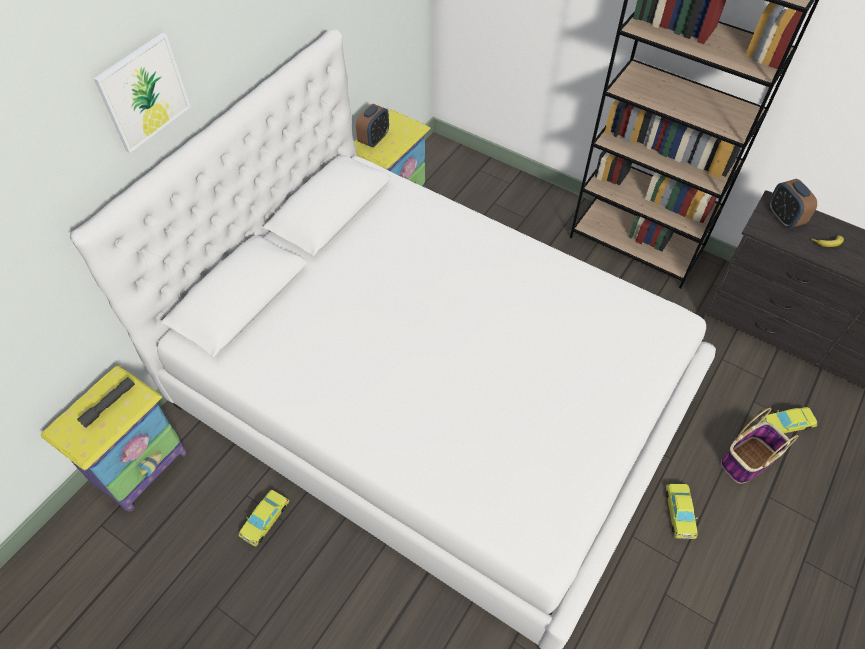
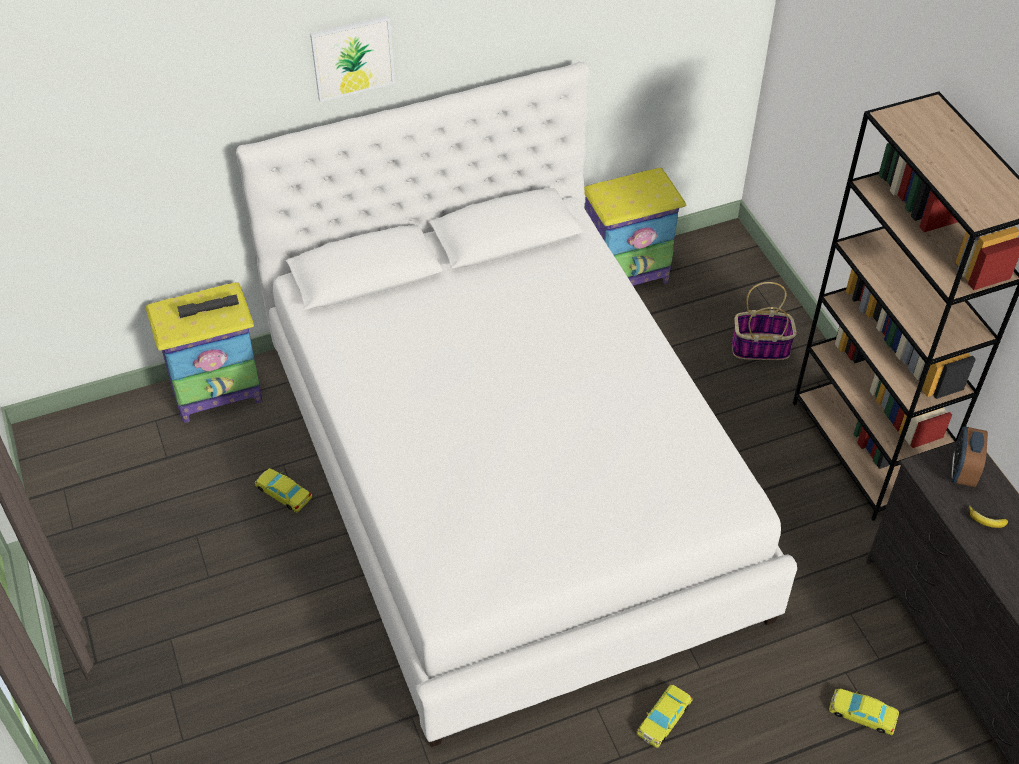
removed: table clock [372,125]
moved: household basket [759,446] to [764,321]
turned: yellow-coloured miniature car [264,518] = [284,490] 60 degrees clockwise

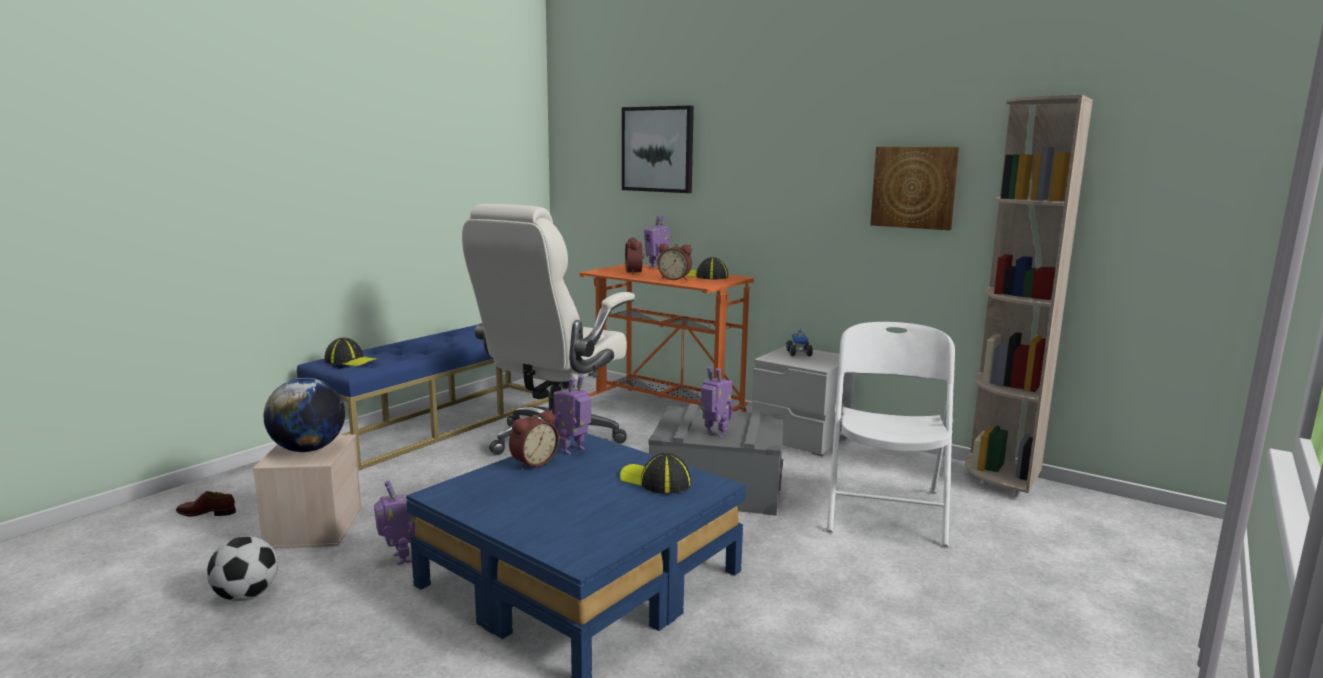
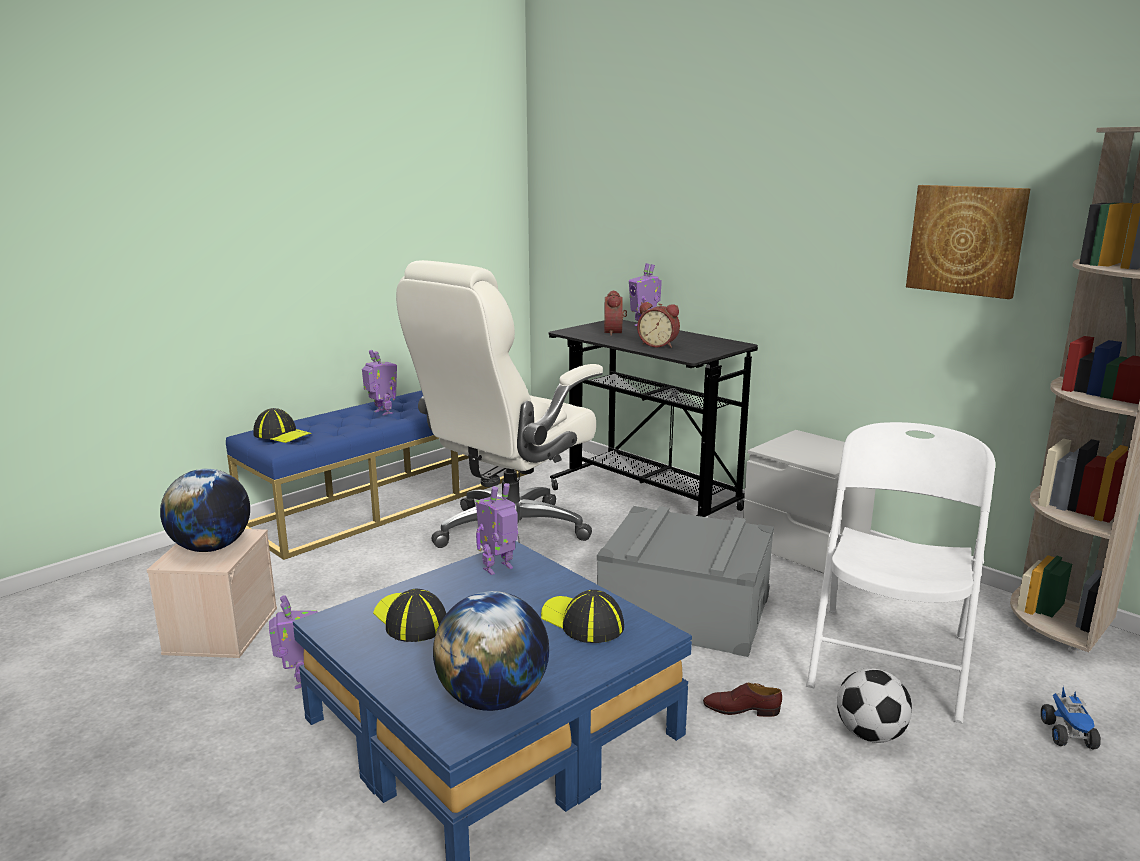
removed: table clock [534,439]; wall art [658,149]
added: globe [491,651]
moved: model robot [717,402] to [379,383]; cap [707,268] to [409,615]; brownish low shoe [206,504] to [742,700]; ball for football [242,568] to [874,705]; model truck [799,342] to [1071,718]
recoloured: orange-coloured desk table [666,338] to blackish desk table [653,418]

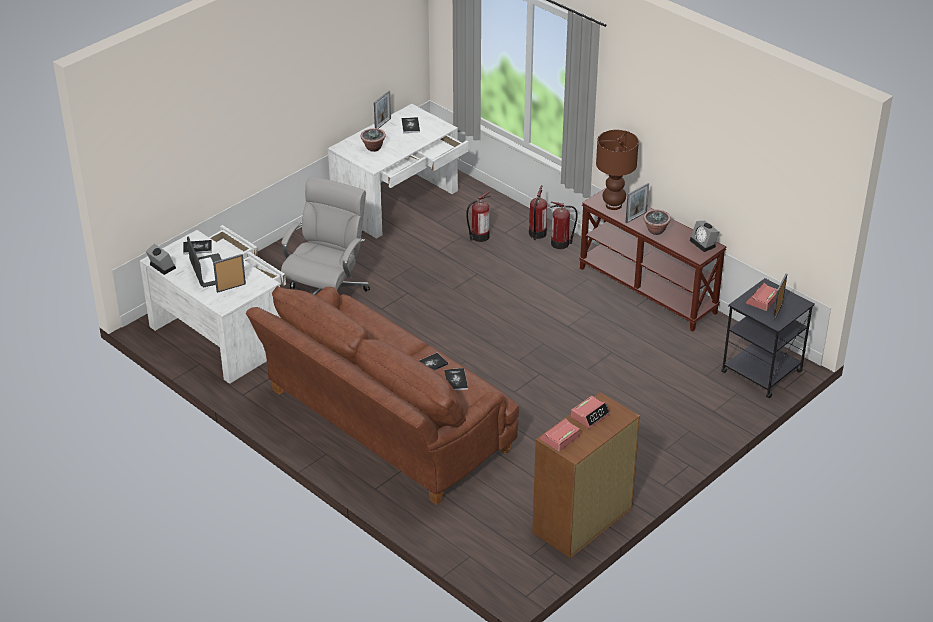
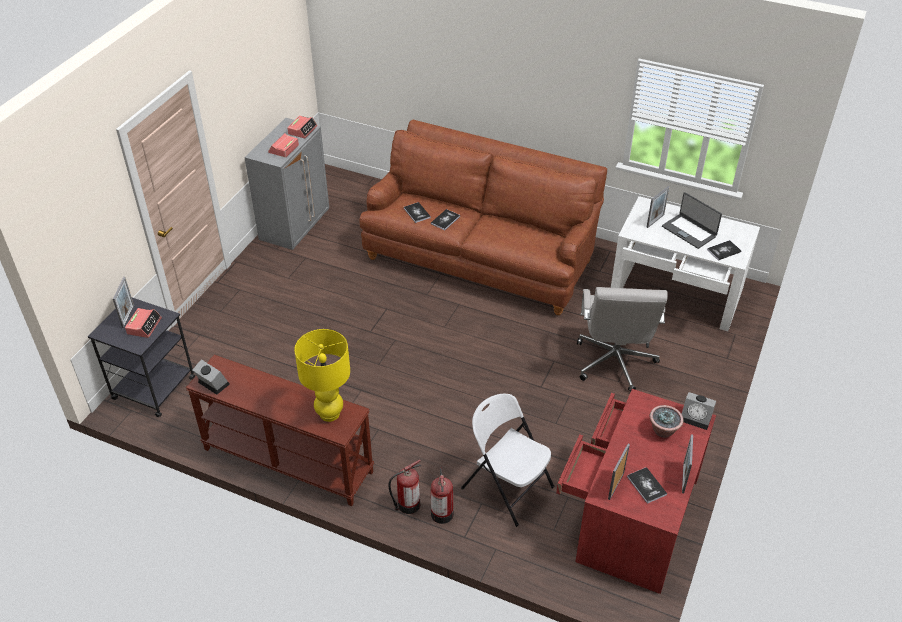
removed: potted plant [657,222]
moved: photo frame [637,203] to [619,472]; table clock [161,259] to [699,411]
replaced: extinguisher [478,216] to white upright chair [507,460]
recoloured: brownish storage cabinet [586,475] to gray storage cabinet [286,184]; brownish table lamp [617,170] to yellow-coloured table lamp [322,375]; white desk table [398,171] to red-coloured desk table [636,491]

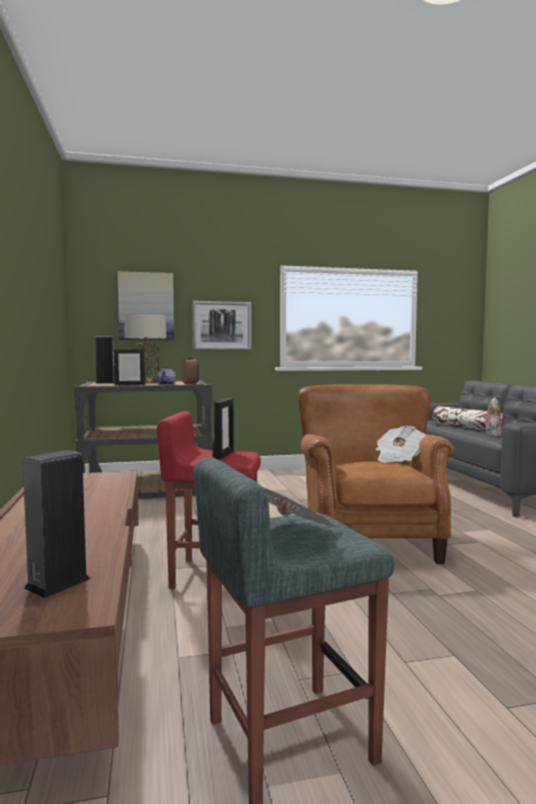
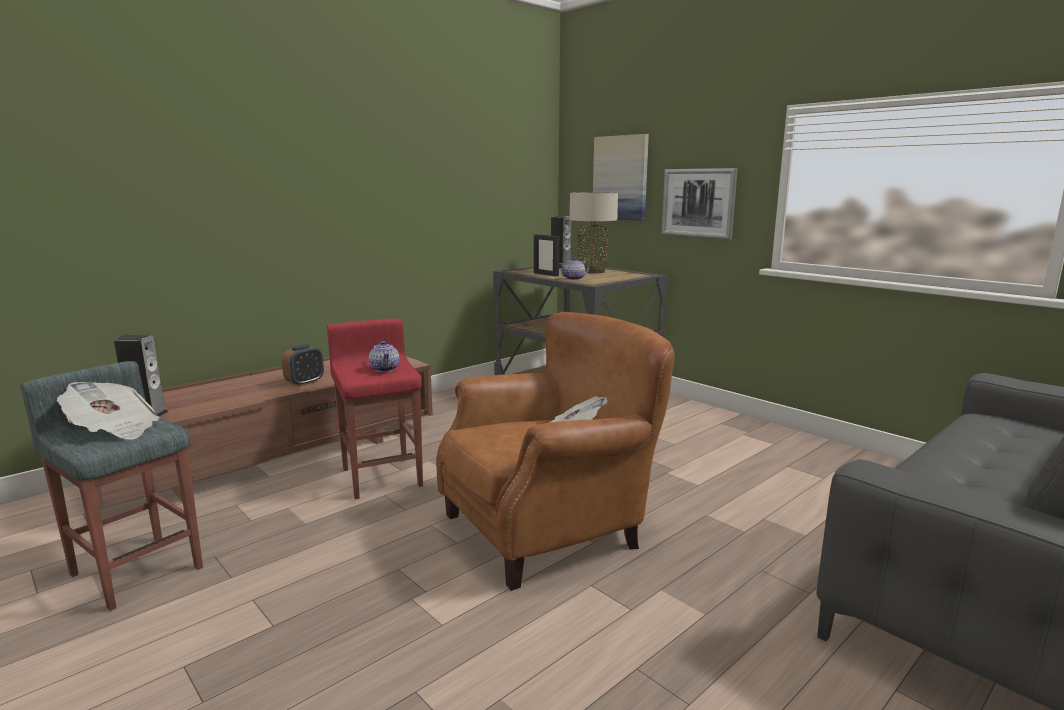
removed: throw pillow [469,418]; cuddly toy [493,416]
moved: table clock [190,371] to [303,365]
replaced: photo frame [223,429] to pot for tea [384,356]

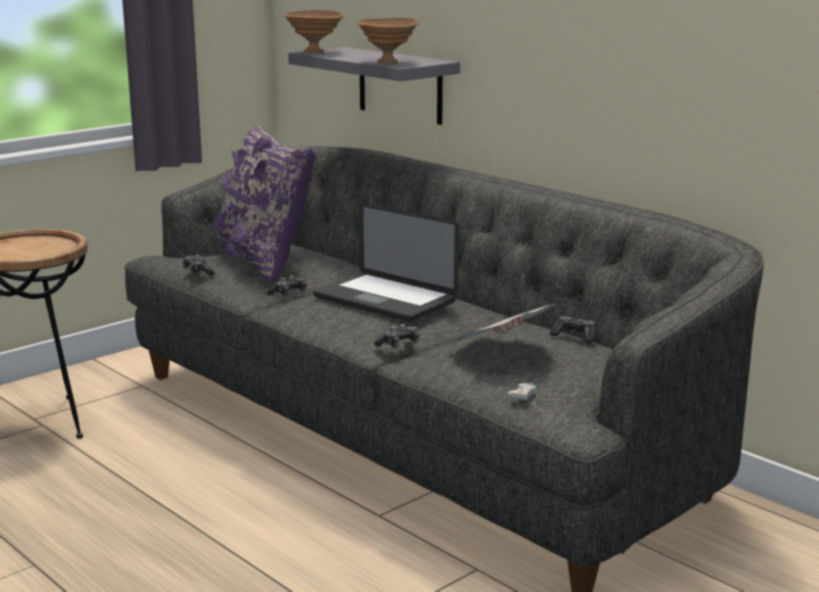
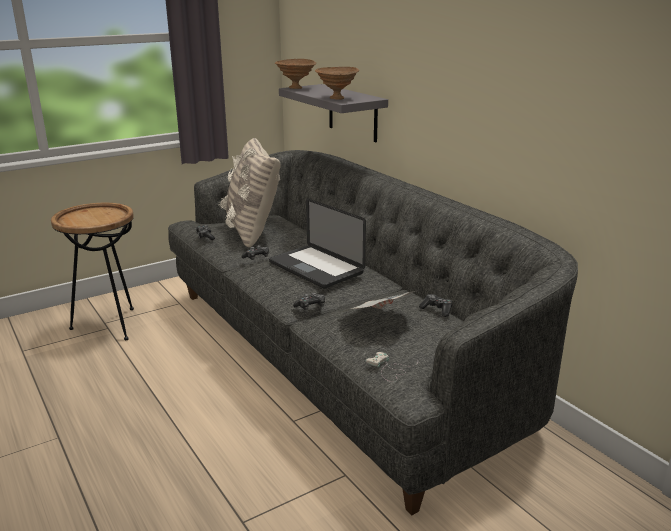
recoloured: purple throw pillow [263,203] to beige-coloured throw pillow [250,192]

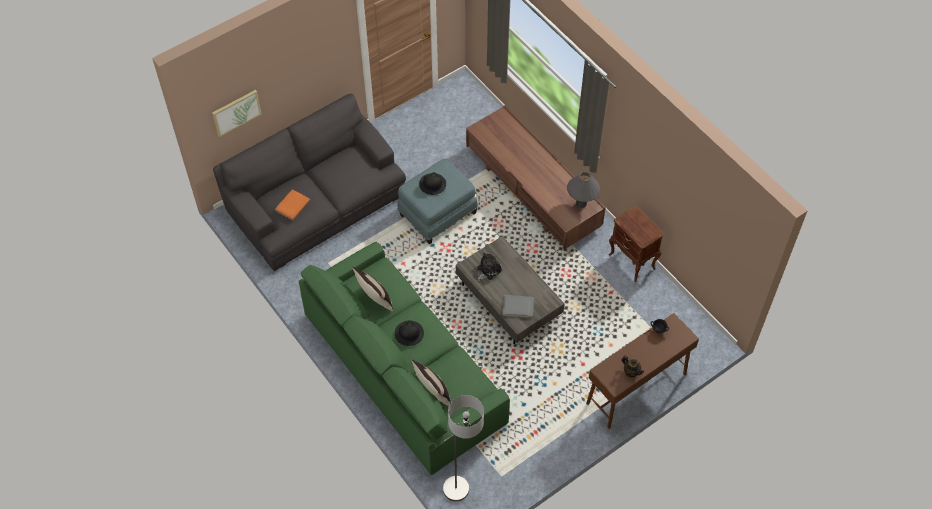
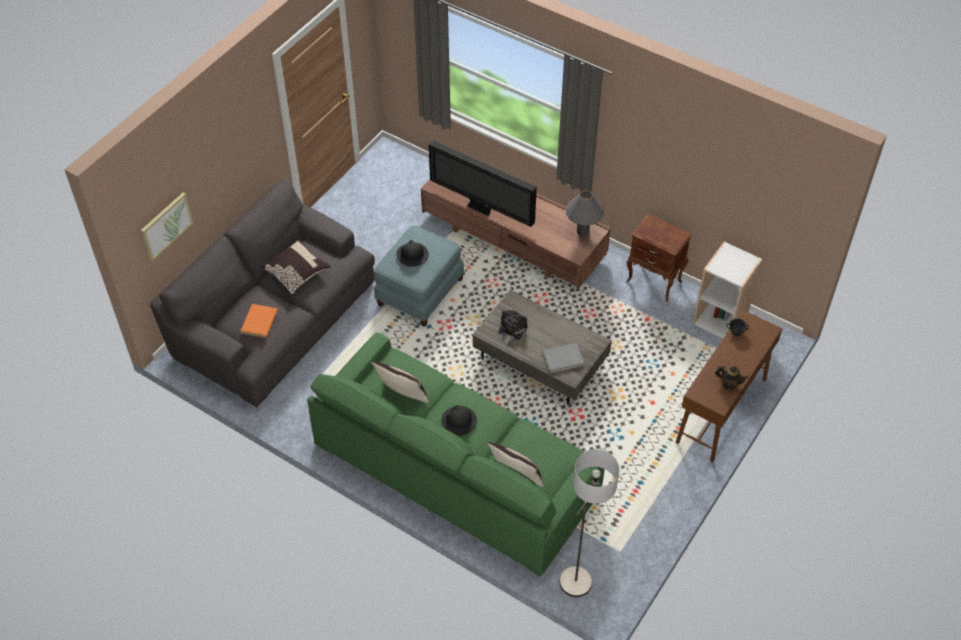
added: throw pillow [296,266]; TV [483,183]; bookshelf [727,290]

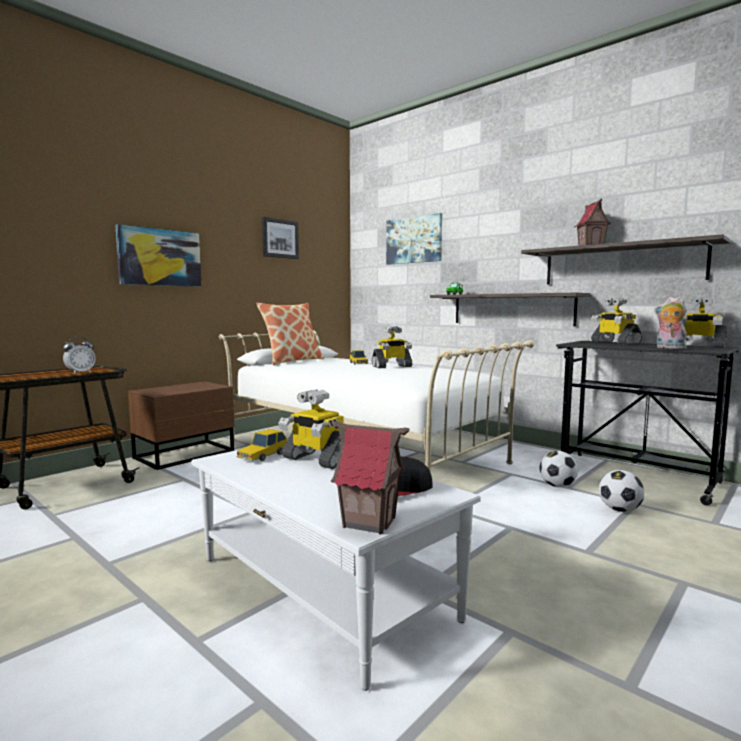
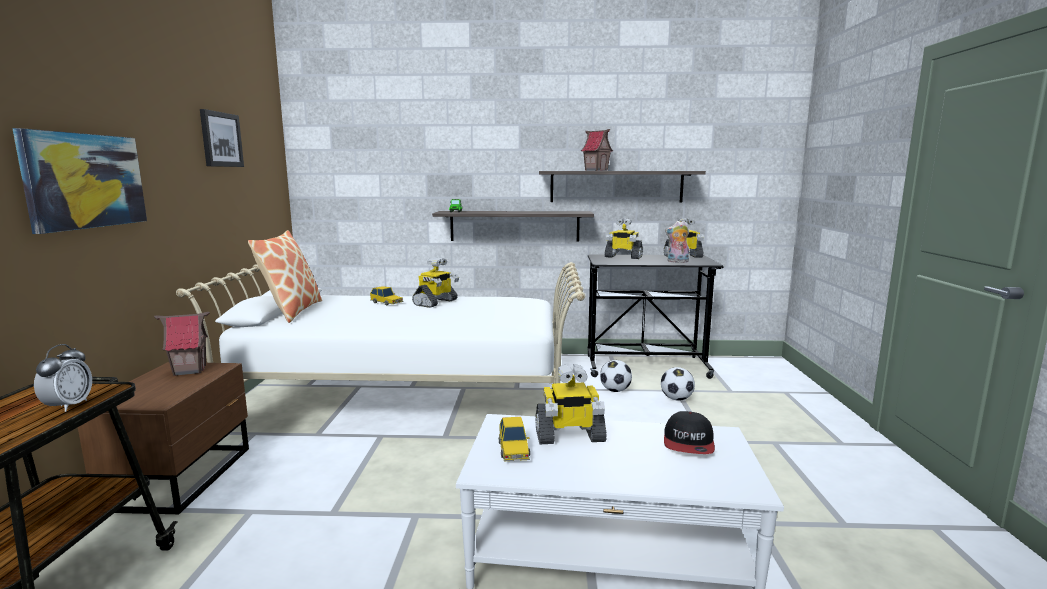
removed: wall art [414,239]
moved: toy house [370,477] to [182,344]

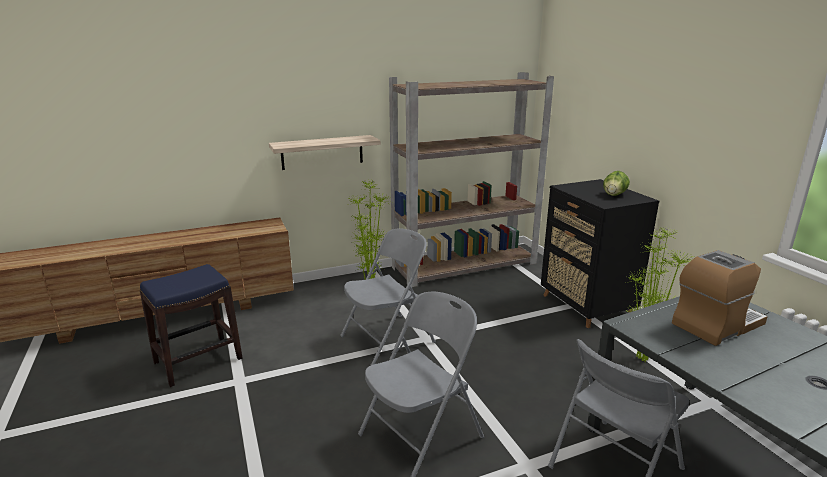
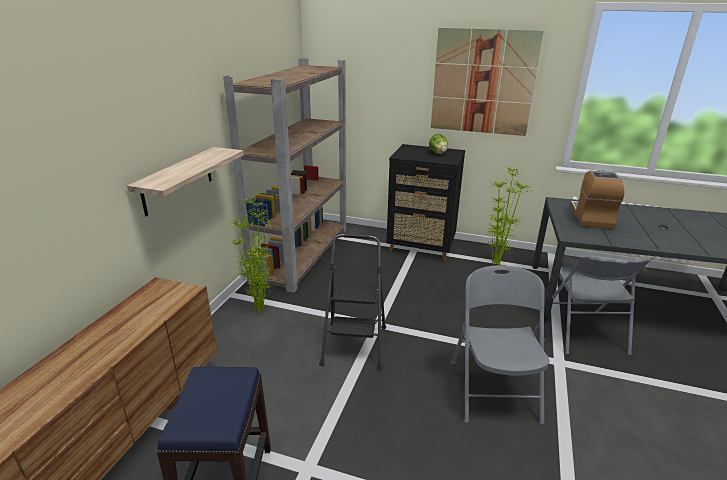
added: wall art [487,82]
replaced: gray upright chair [388,296] to blackish step stool [352,302]

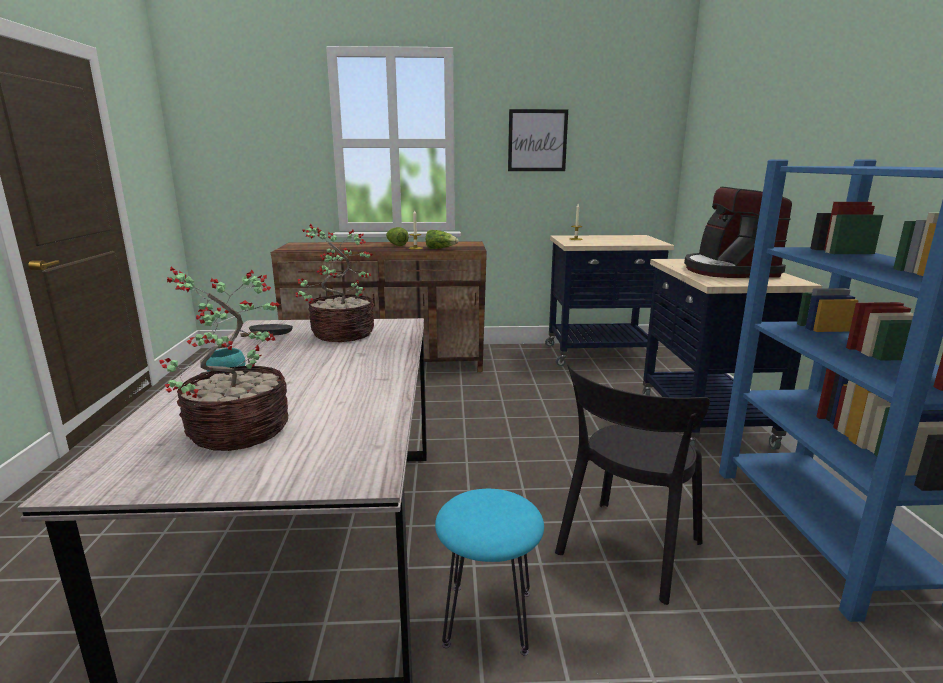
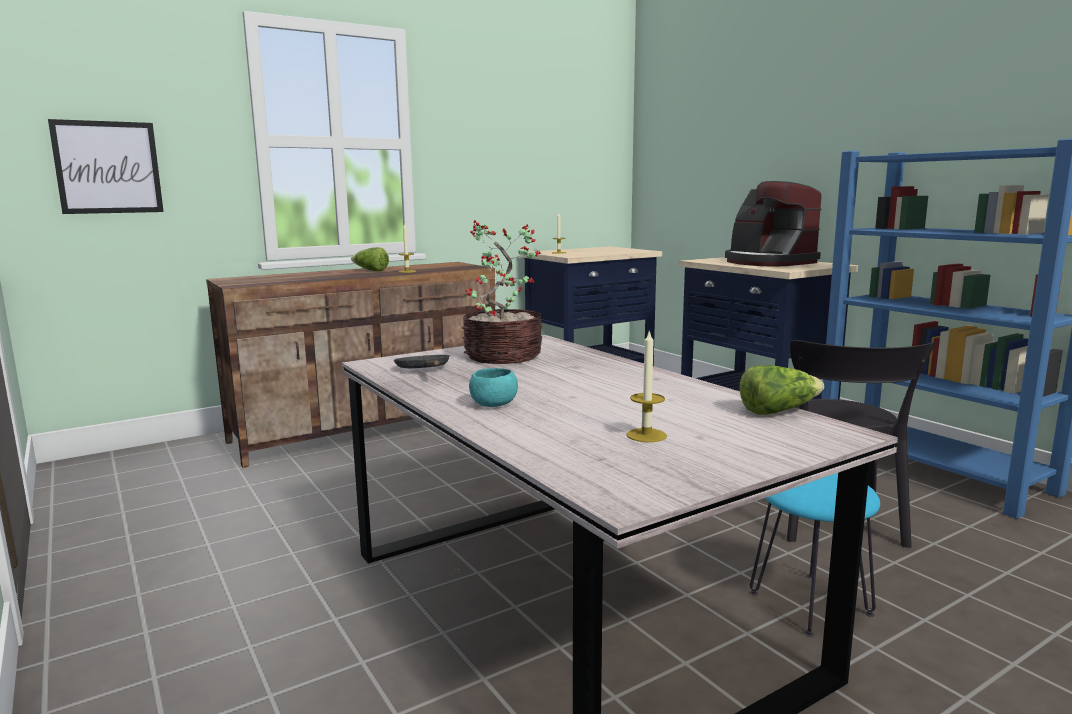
moved: wall art [538,140] to [106,166]; head of lettuce [442,239] to [782,390]
replaced: potted plant [223,358] to wax candle [646,386]

